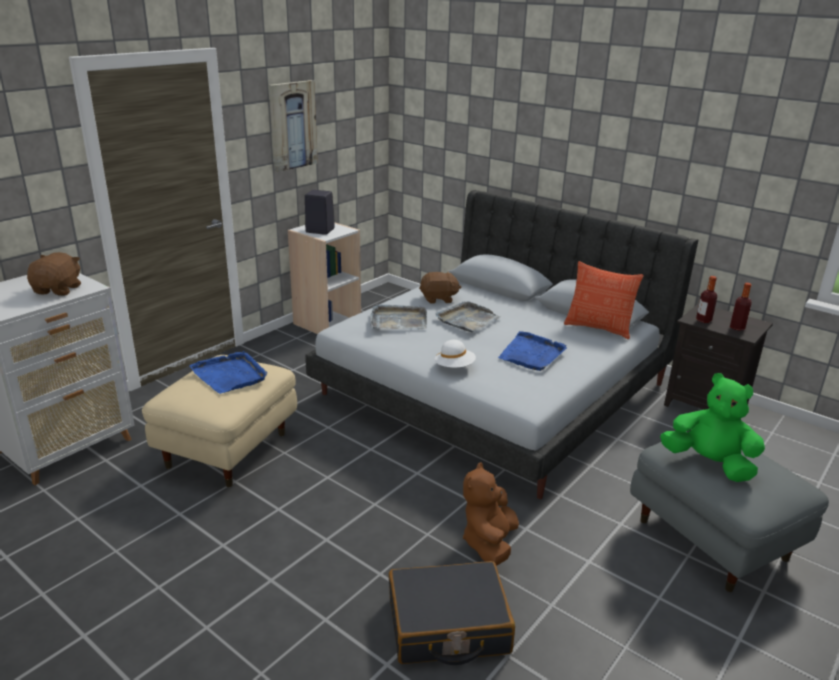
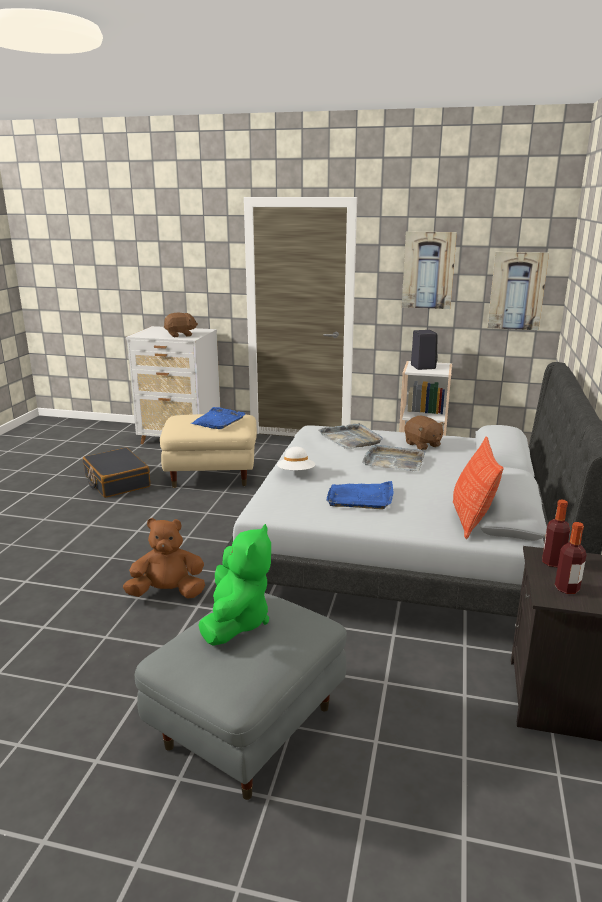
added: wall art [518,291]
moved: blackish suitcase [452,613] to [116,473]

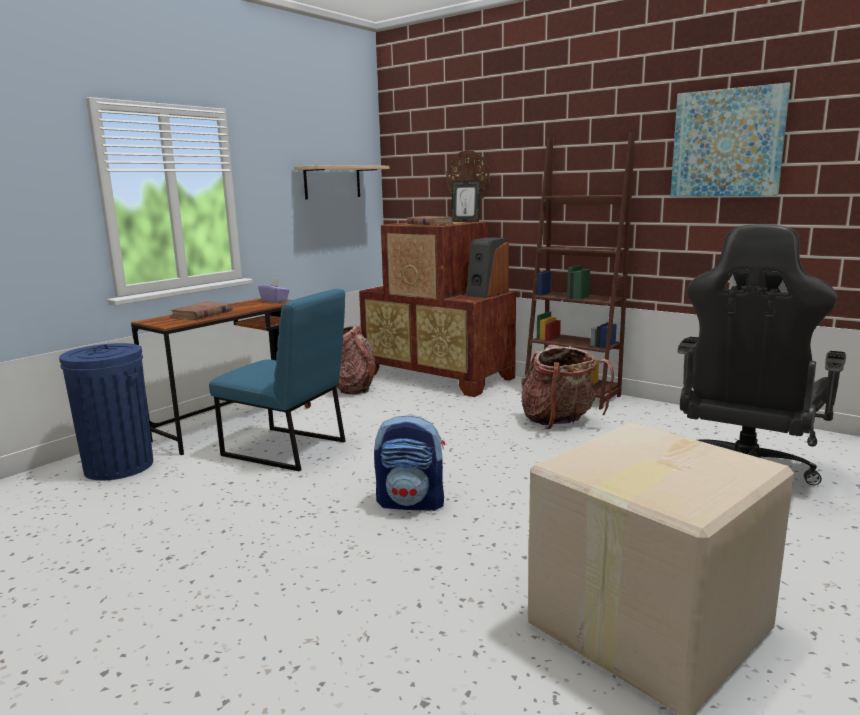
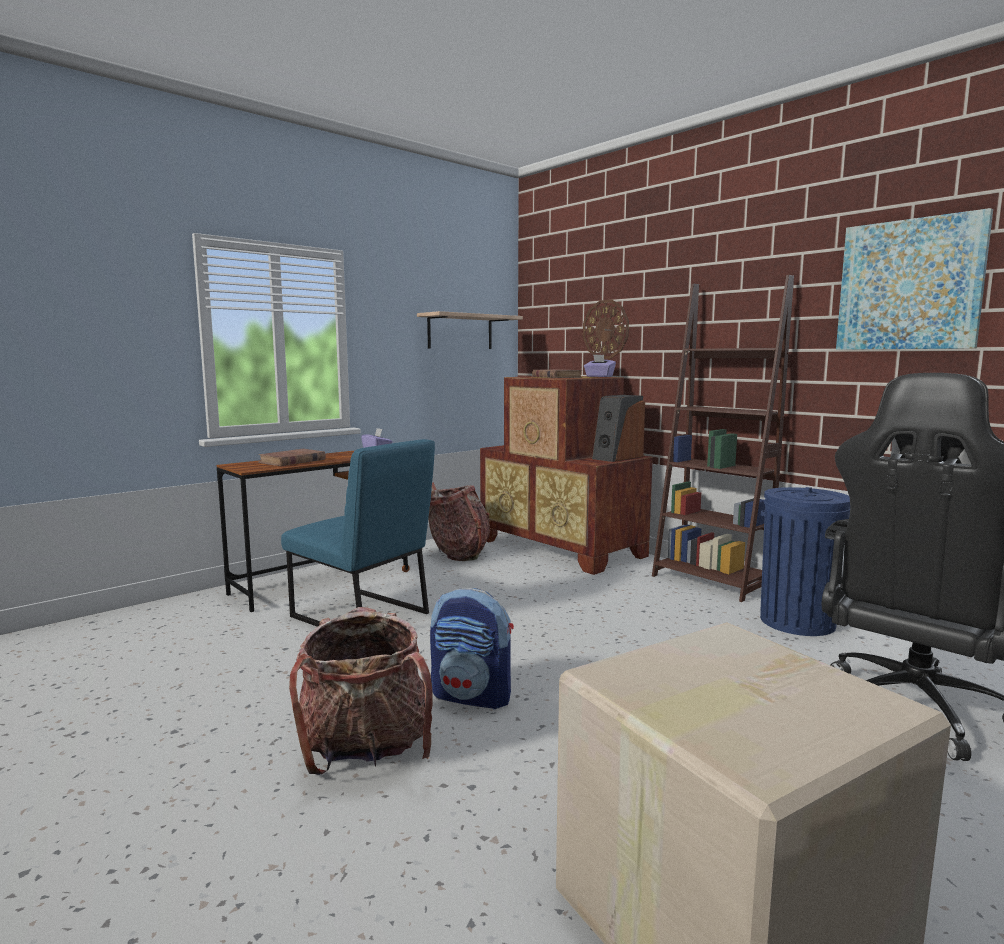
moved: knapsack [567,387] to [361,691]; bluish trash can [106,412] to [805,561]
replaced: photo frame [465,201] to purple tissue box [600,366]

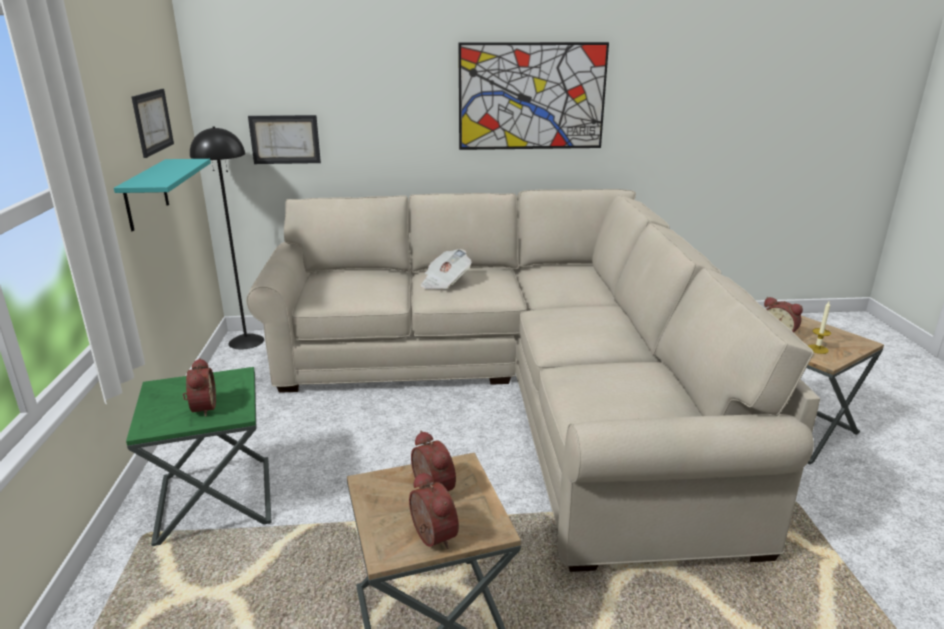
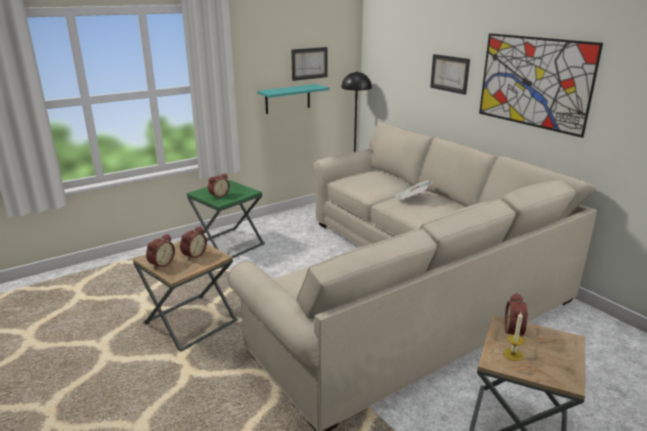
moved: wall art [284,139] to [450,74]

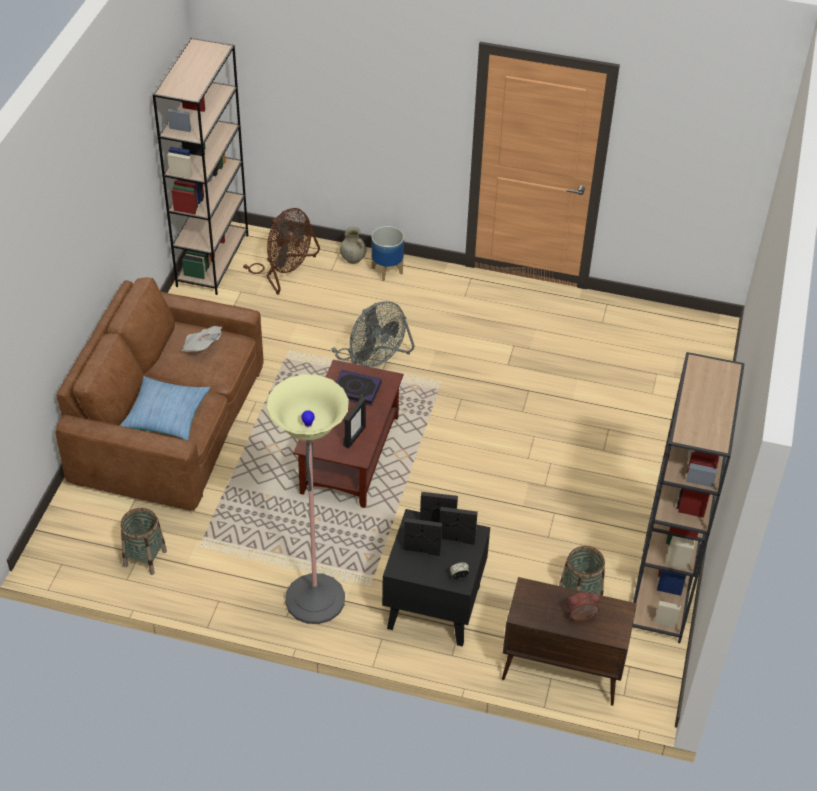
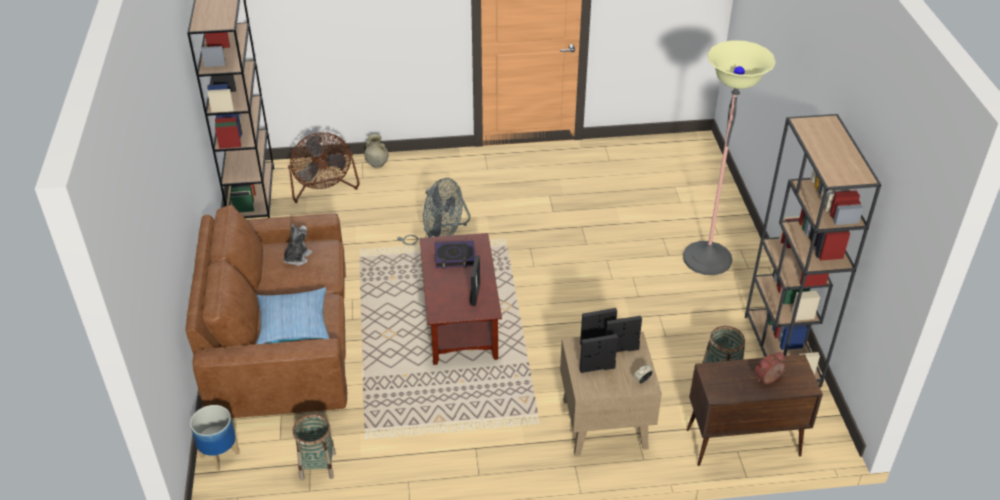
moved: planter [387,253] to [215,438]; standard lamp [307,499] to [729,157]
replaced: newspaper [201,339] to cuddly toy [298,245]
recoloured: blackish night table [436,578] to beige-coloured night table [611,394]
turned: brownish cooling fan [281,251] = [323,167] 60 degrees clockwise

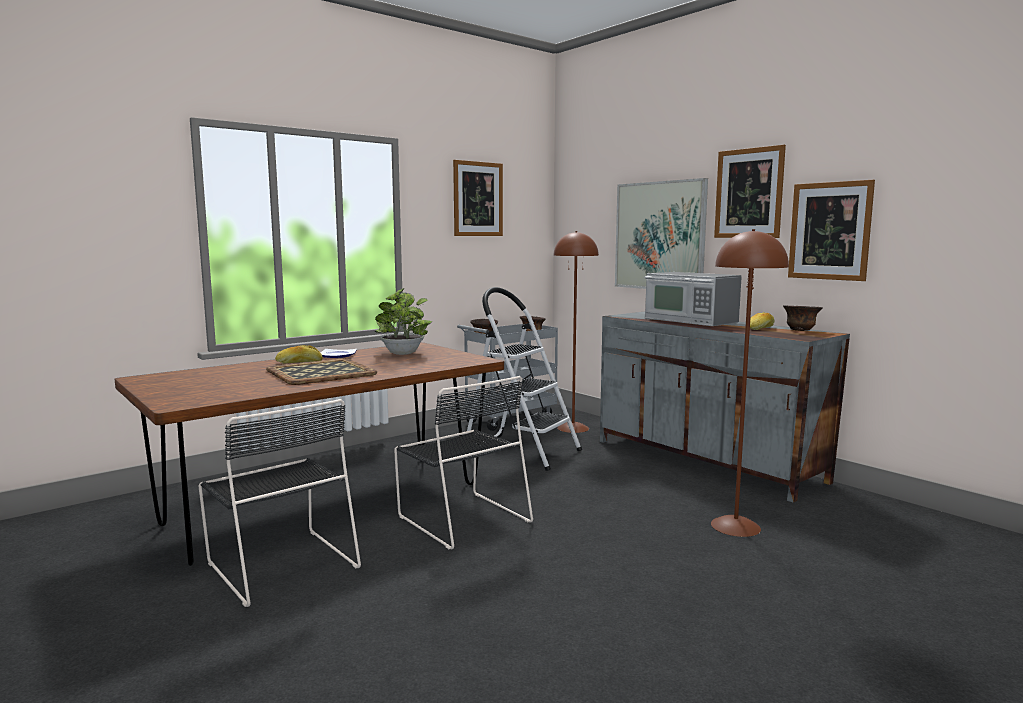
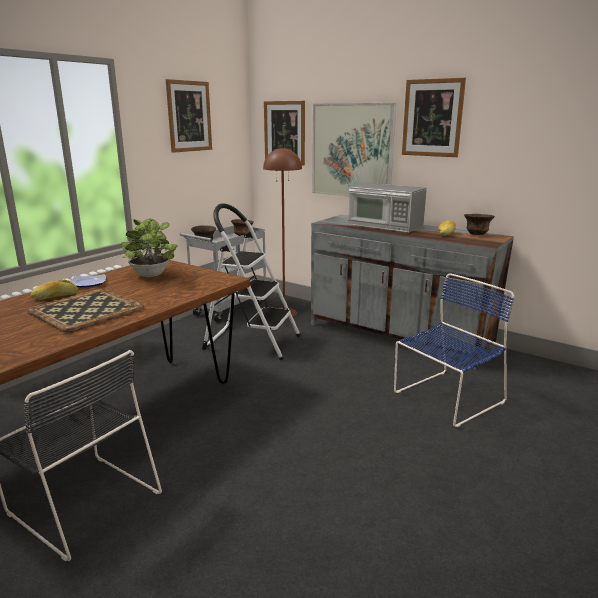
removed: blackish upright chair [463,462]
moved: wall art [831,230] to [284,133]
replaced: brownish standard lamp [750,383] to bluish upright chair [454,350]

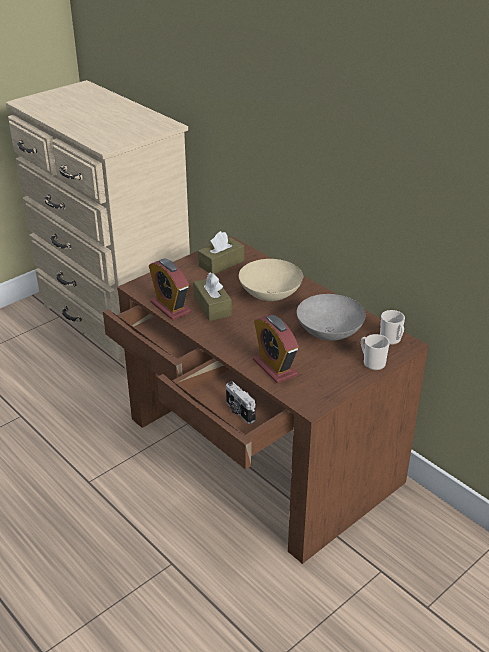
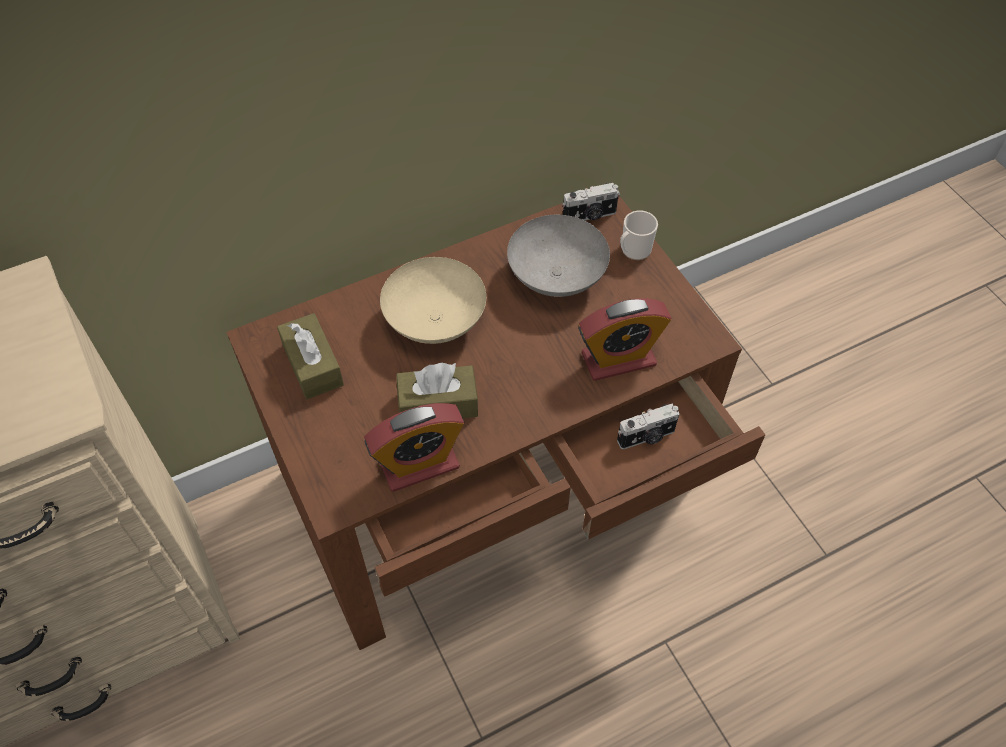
replaced: coffee mug [392,327] to photo camera [591,202]

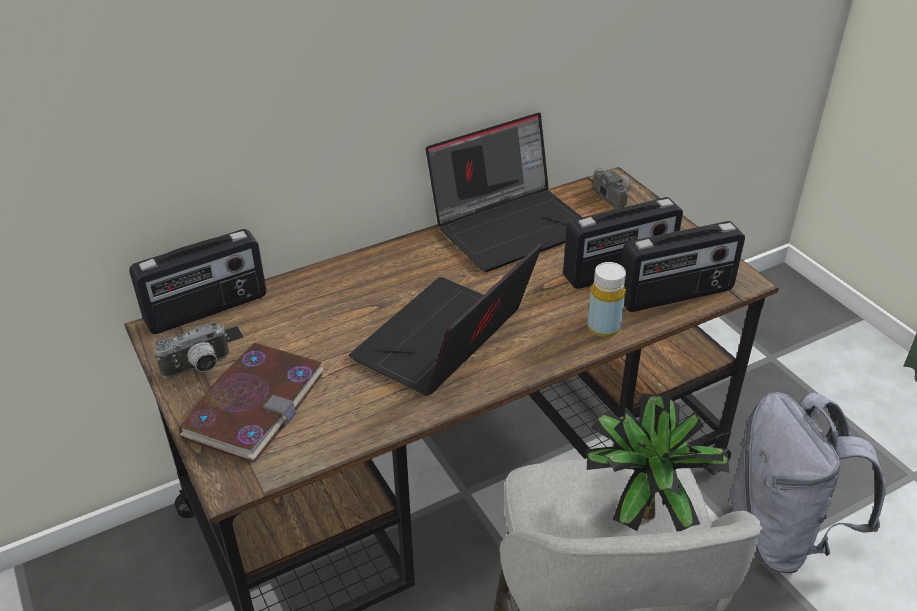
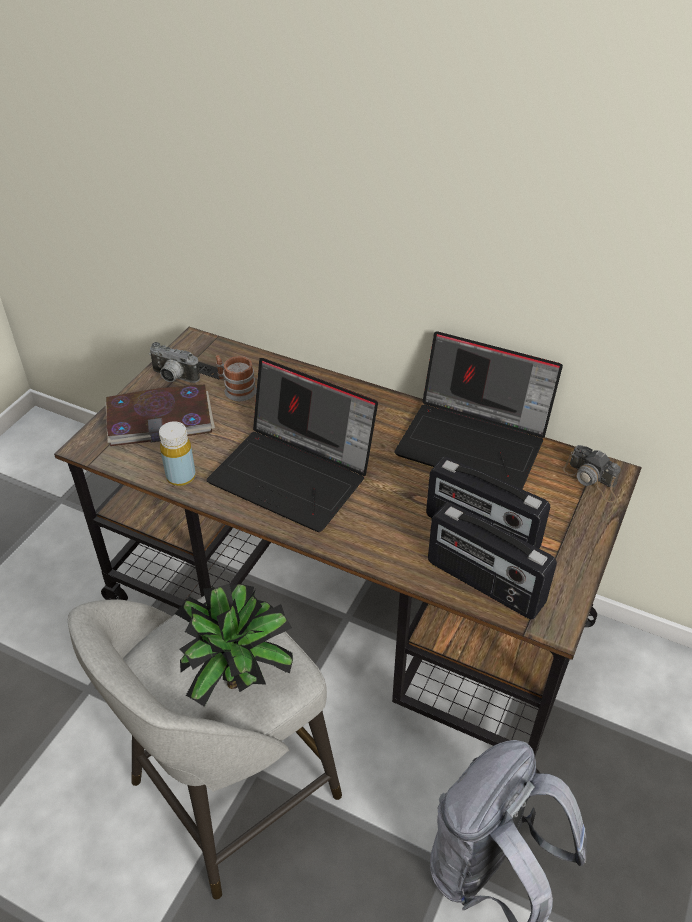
removed: radio [197,281]
added: coffee mug [236,378]
moved: yellow-coloured drink bottle [606,299] to [177,453]
turned: notebook computer [445,319] = [292,445] 150 degrees counterclockwise; photo camera [613,188] = [592,474] 105 degrees clockwise

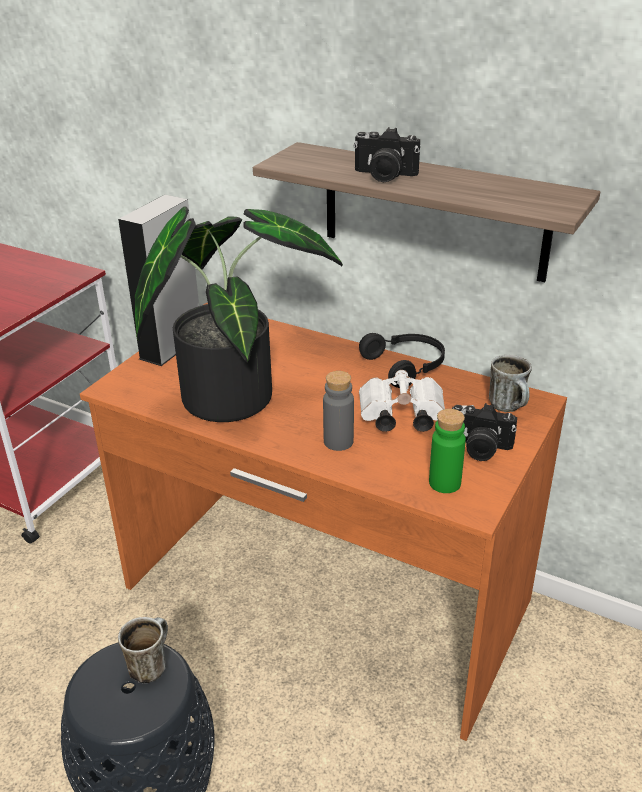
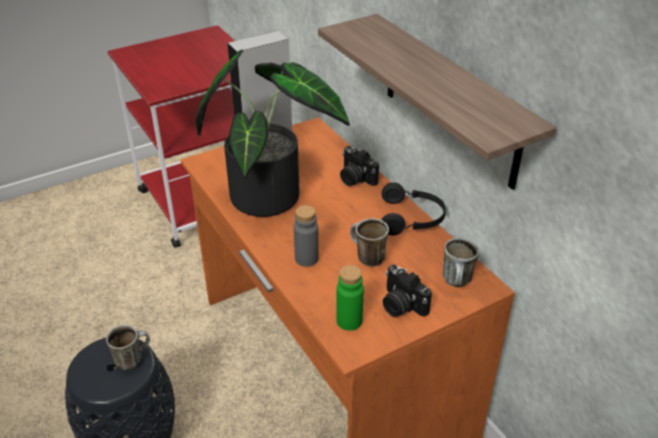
moved: photo camera [386,154] to [359,166]
replaced: white pair of binoculars [402,401] to coffee mug [369,242]

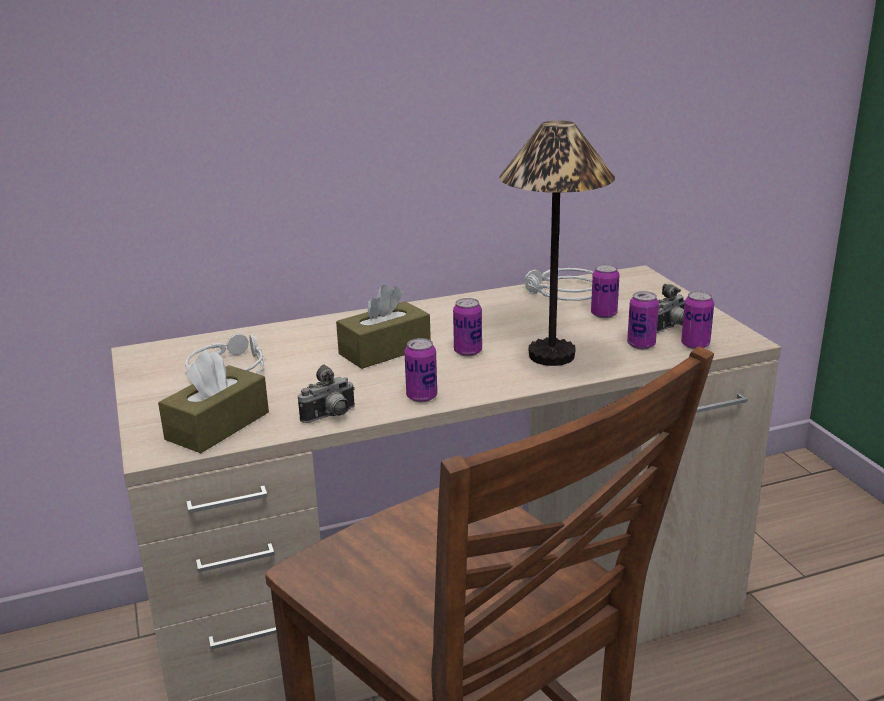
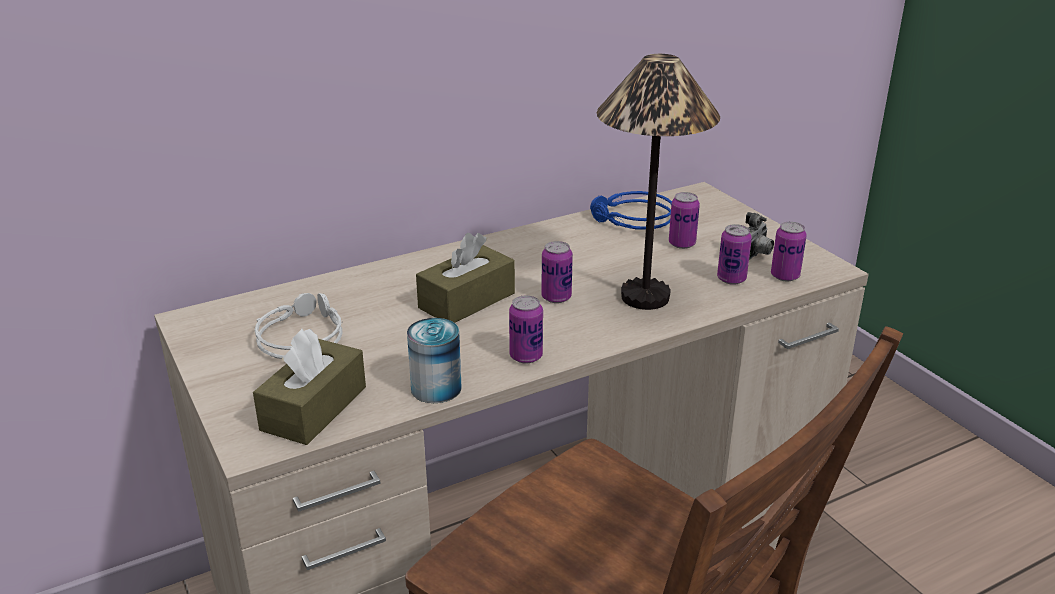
replaced: photo camera [326,394] to can [434,360]
recoloured: gray pair of headphones [559,284] to bluish pair of headphones [631,210]

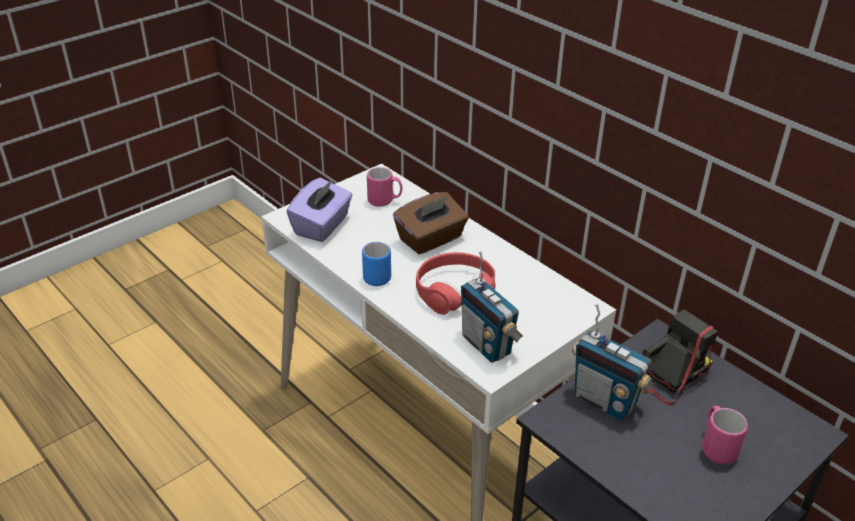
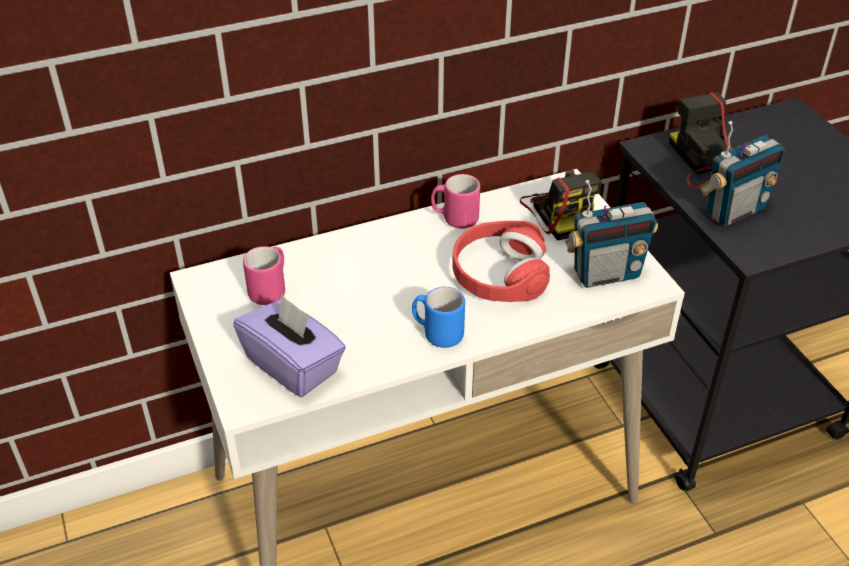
removed: brownish tissue box [431,223]
added: photo camera [561,205]
moved: pink-coloured coffee mug [725,435] to [455,201]

